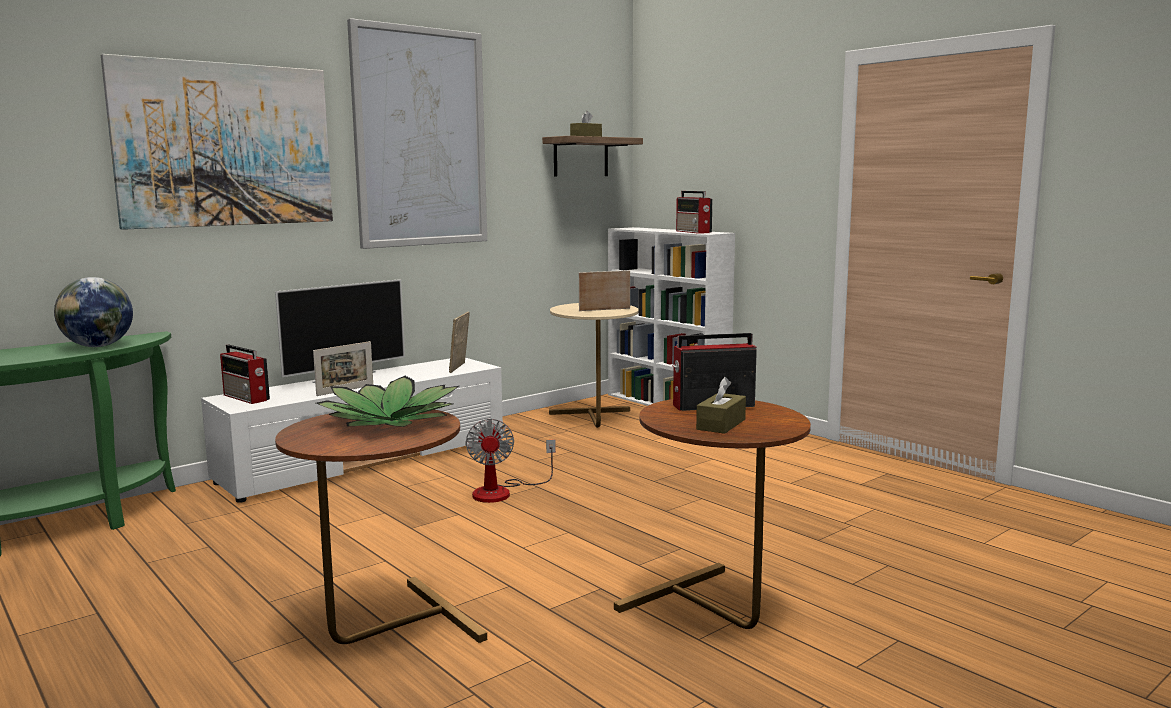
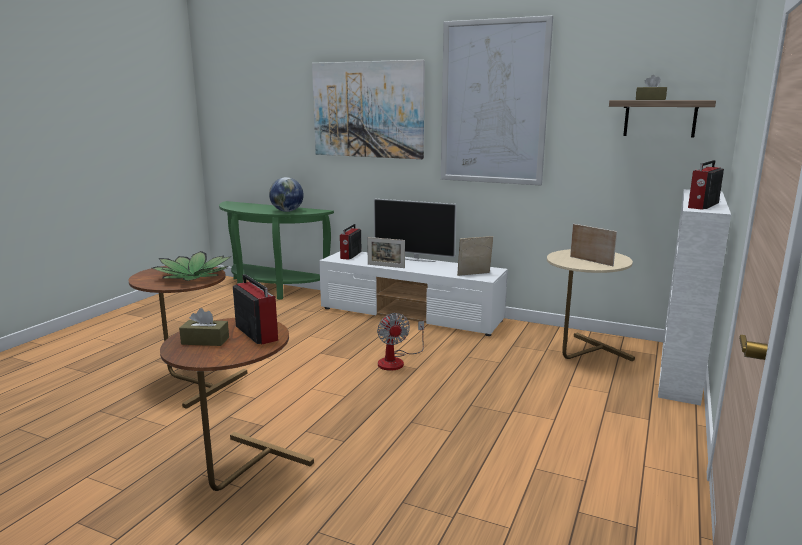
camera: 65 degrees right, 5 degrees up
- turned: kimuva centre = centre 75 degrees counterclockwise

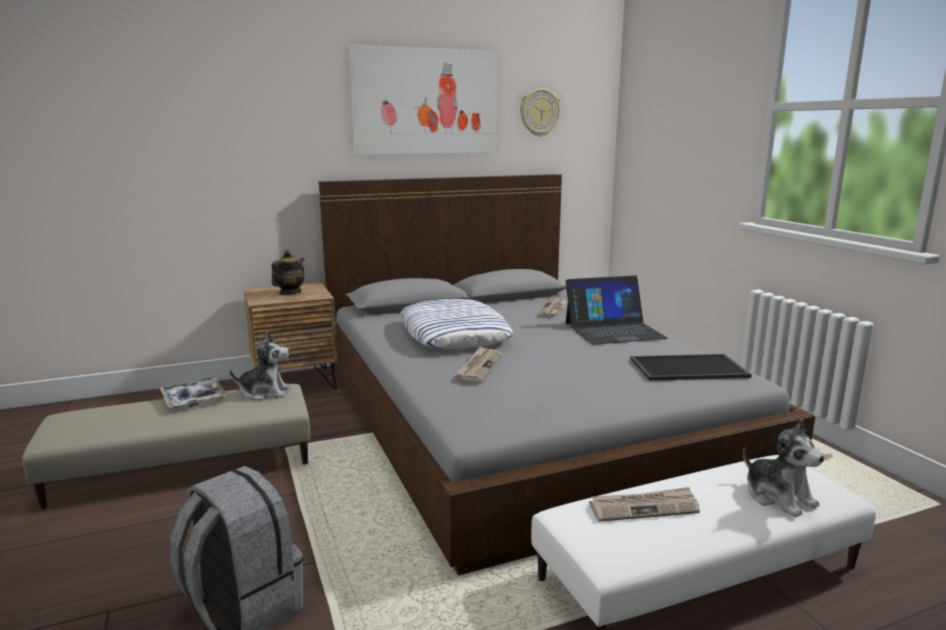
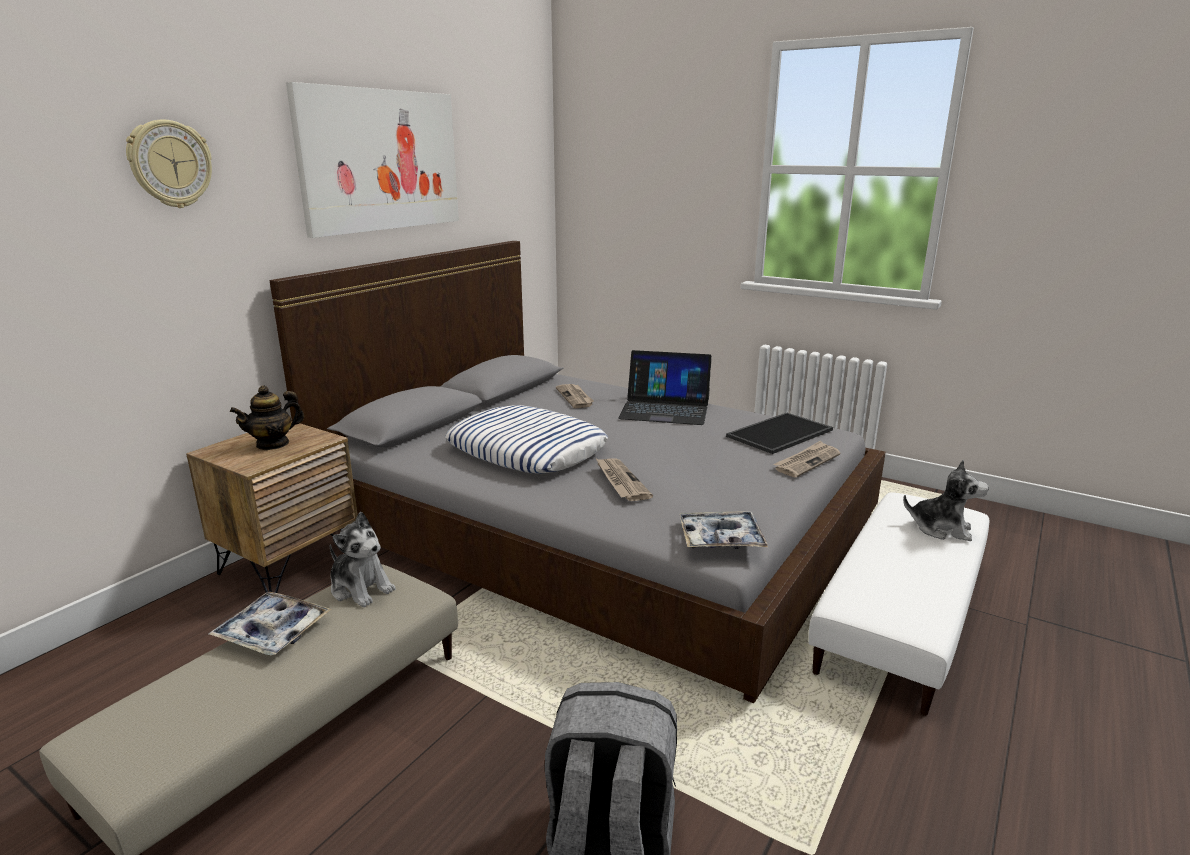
camera: 35 degrees left, 5 degrees up
- moved: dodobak top centre to top left
- turned: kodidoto middle left = middle left 120 degrees counterclockwise
- turned: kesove (1st from left) middle left = middle left 75 degrees clockwise
- turned: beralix centre = centre 60 degrees clockwise
- added: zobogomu (2nd from left) centre
- moved: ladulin (3rd from left) bottom right to middle right

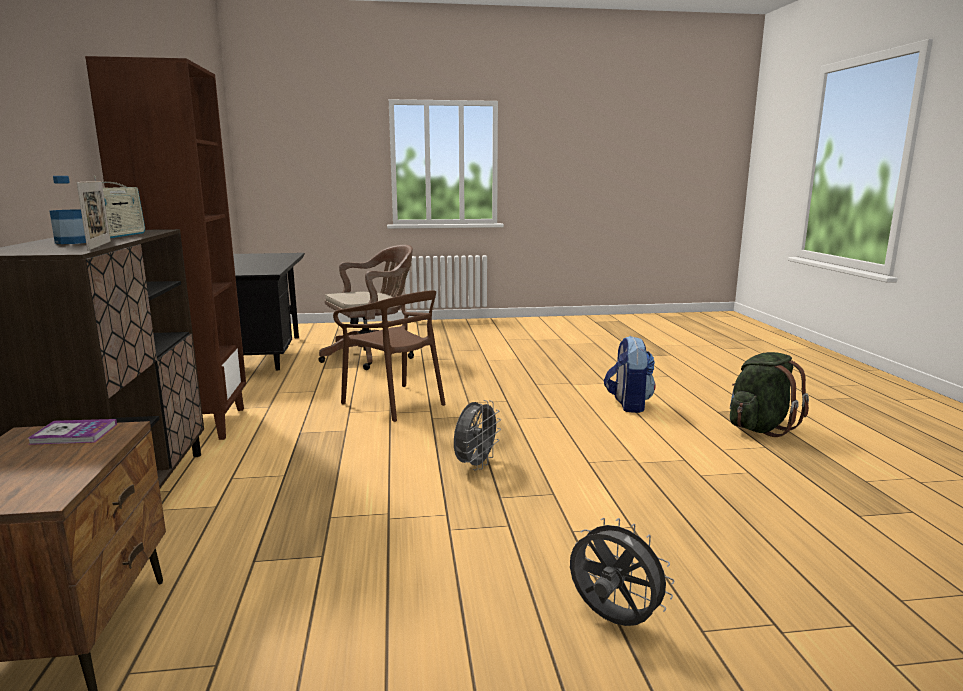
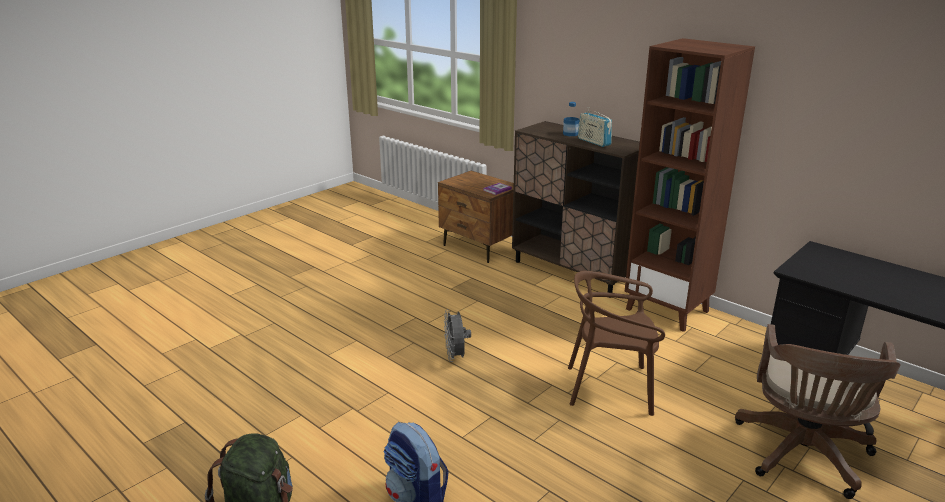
camera: 140 degrees right, 10 degrees up
- removed: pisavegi top left
- removed: grey kimuva (2nd from left) bottom centre

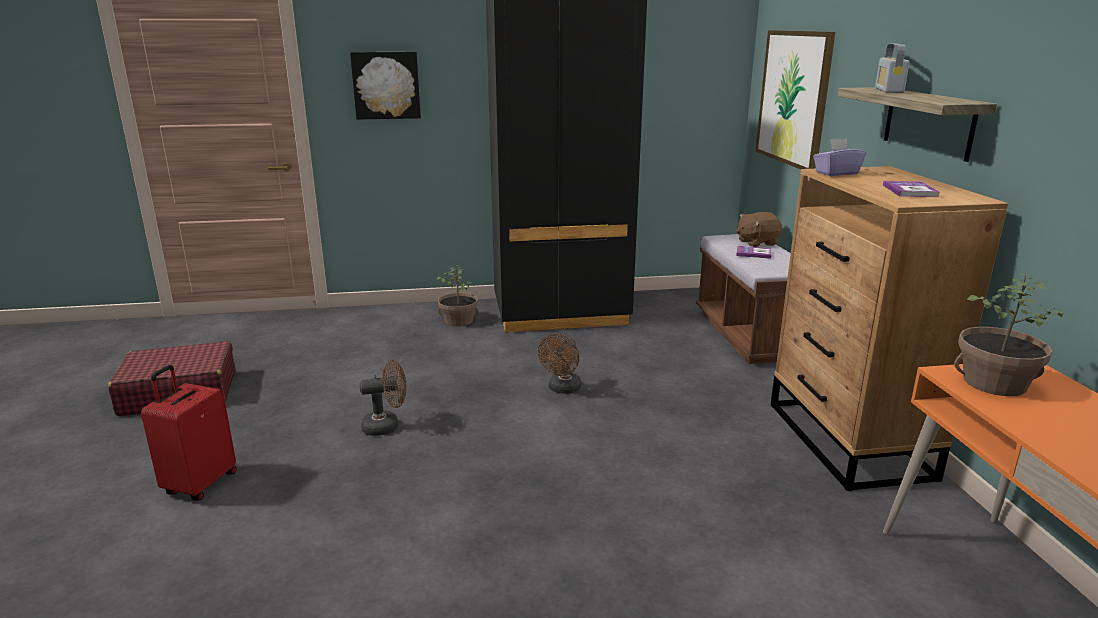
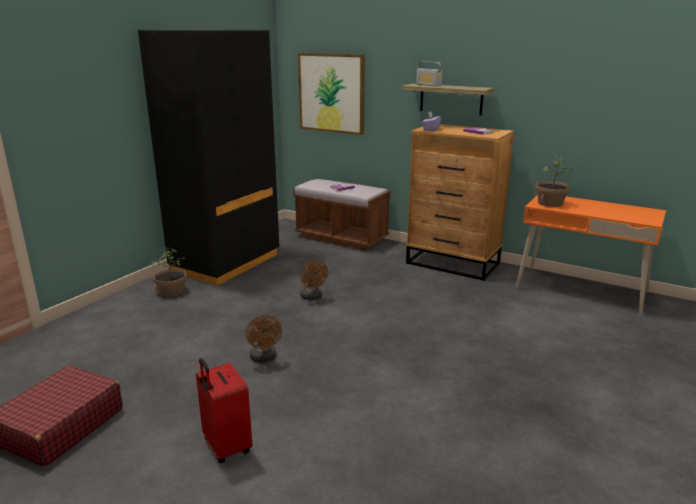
camera: 50 degrees left, 0 degrees up
- turned: brown kimuva (1st from left) centre = bottom centre 135 degrees clockwise
- removed: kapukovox (1st from left) top centre
- removed: brown kesove middle right

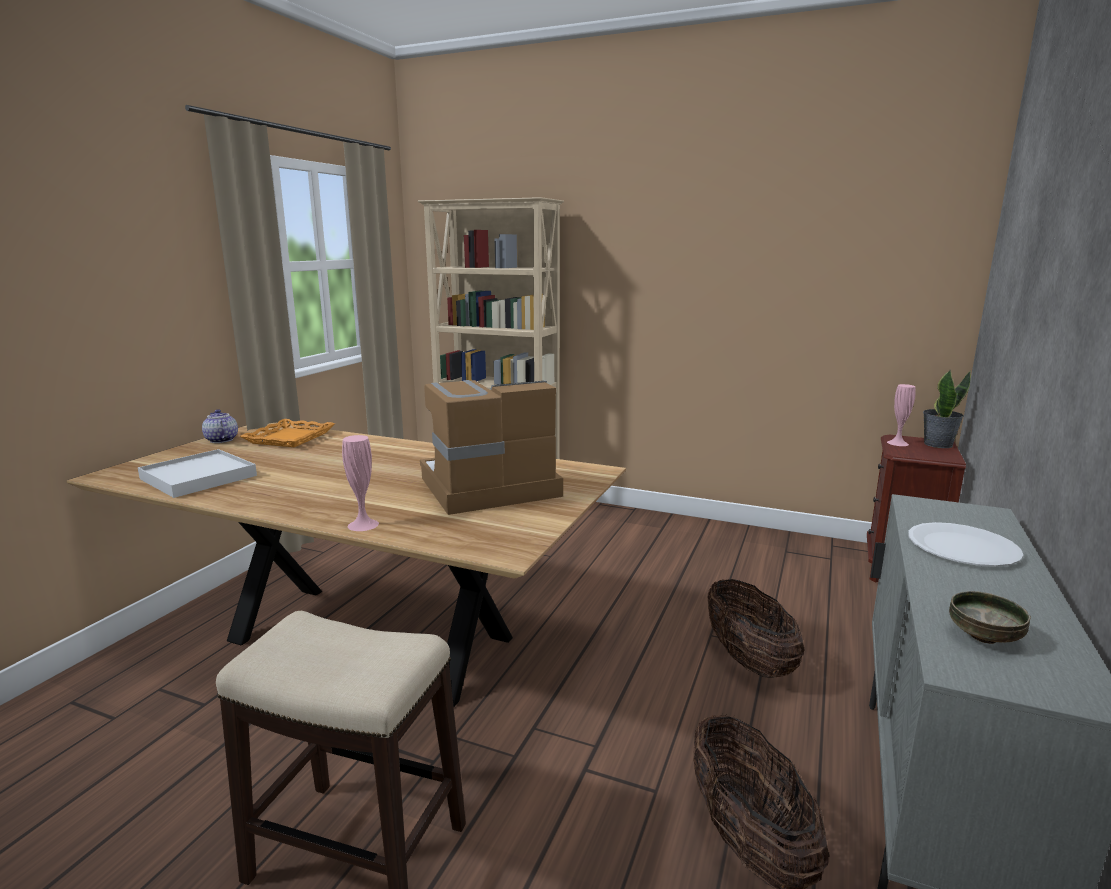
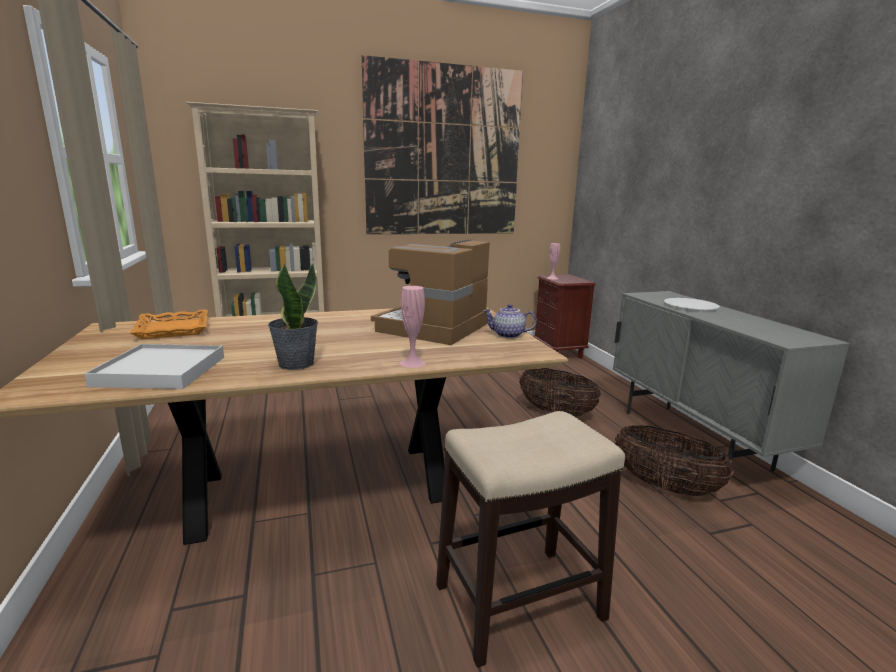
camera: 40 degrees left, 0 degrees up
- moved: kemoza middle right to middle left
- added: kapukovox top centre
- moved: kodidoto middle left to centre
- removed: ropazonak bottom right

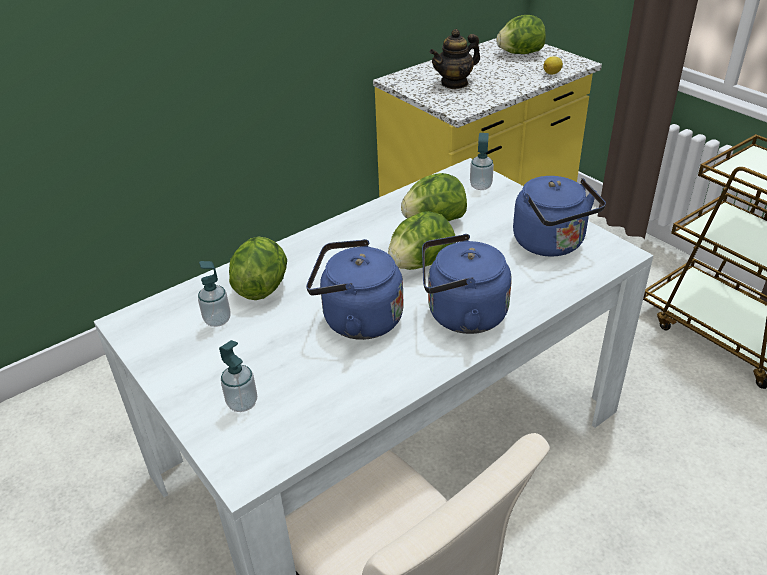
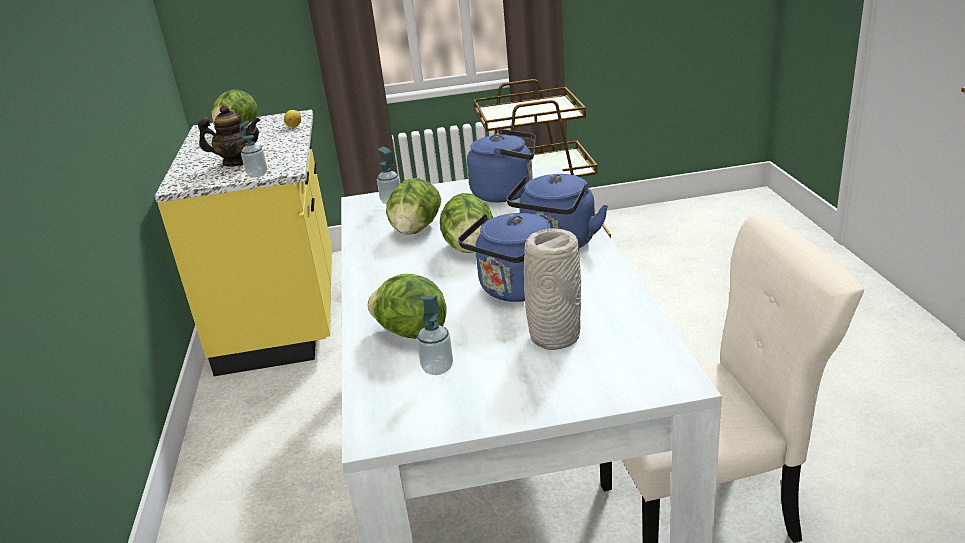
camera: 60 degrees left, 10 degrees down
- turned: kodidoto top centre = top left 90 degrees counterclockwise
- moved: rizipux (2nd from left in the first image) middle left to rizipux (1st from left) top left
- added: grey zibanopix centre

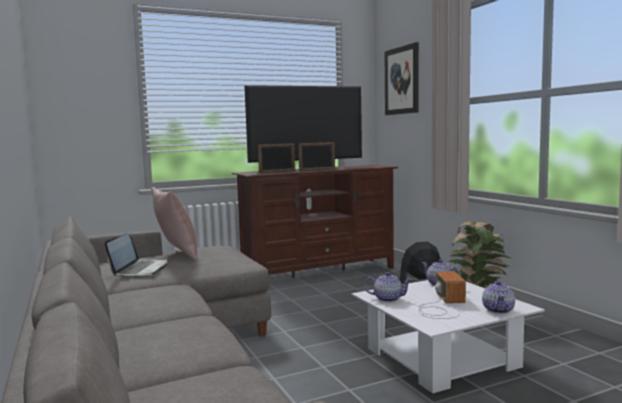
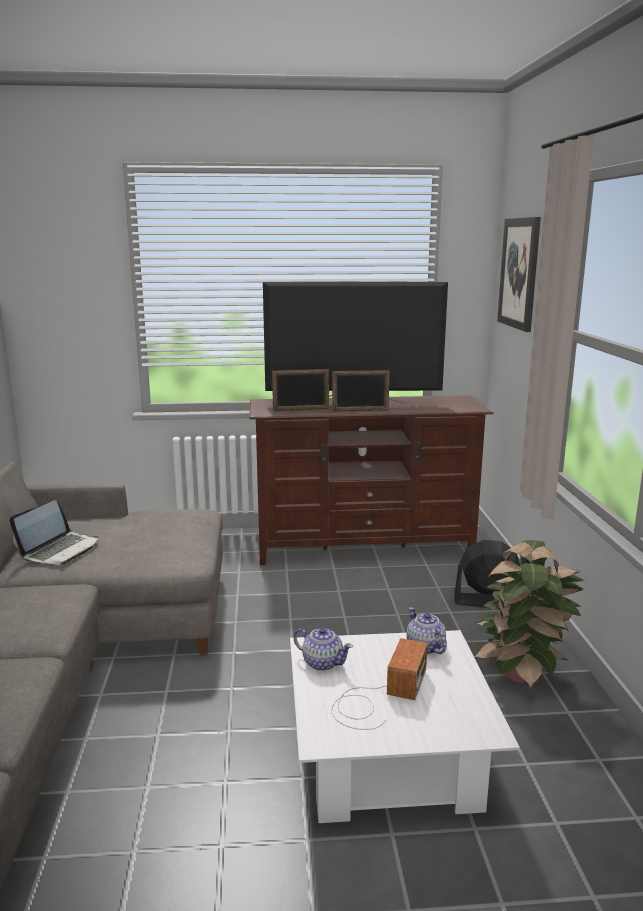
camera: 20 degrees right, 10 degrees up
- removed: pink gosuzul middle left
- removed: kodidoto (3rd from left) bottom right

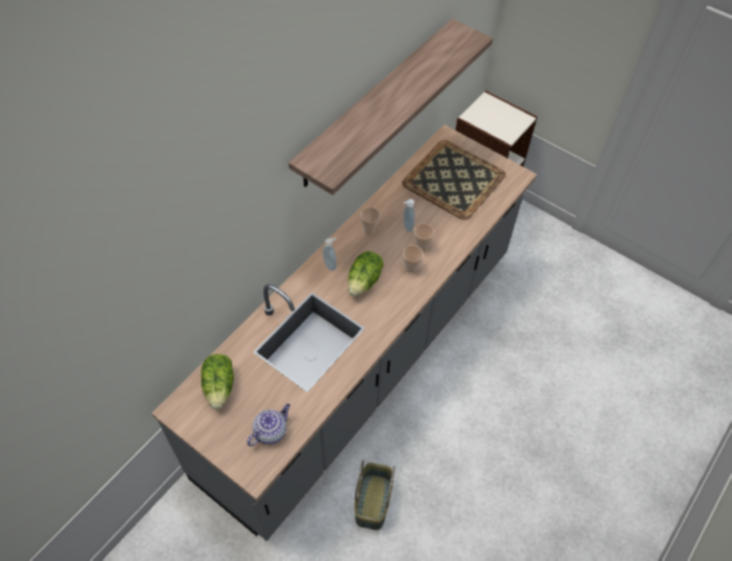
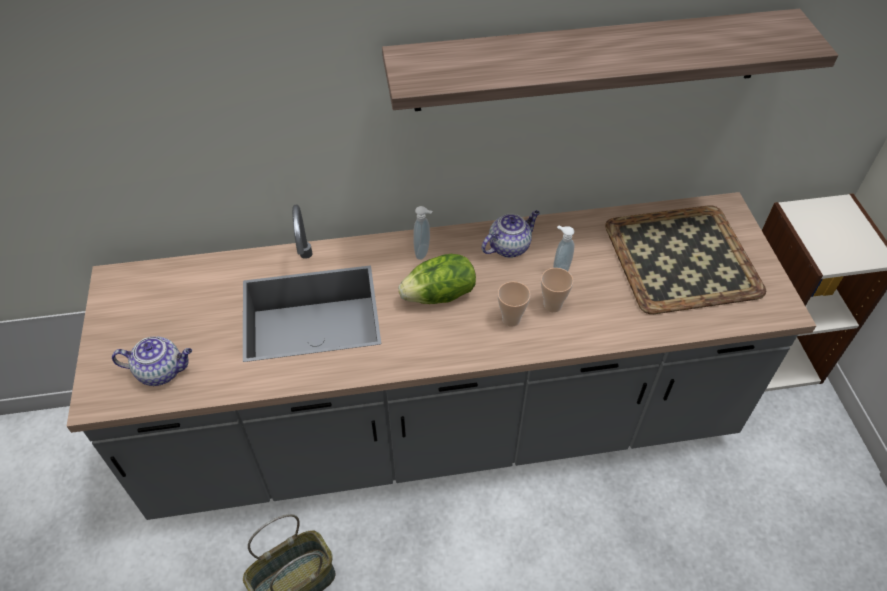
camera: 45 degrees right, 5 degrees down
- replaced: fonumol (1st from left) centre to kodidoto (2nd from left) centre
- removed: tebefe (1st from left) bottom left

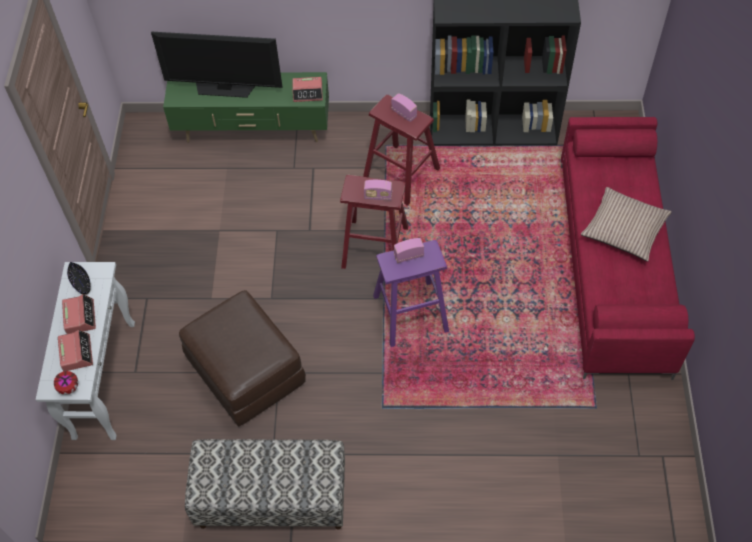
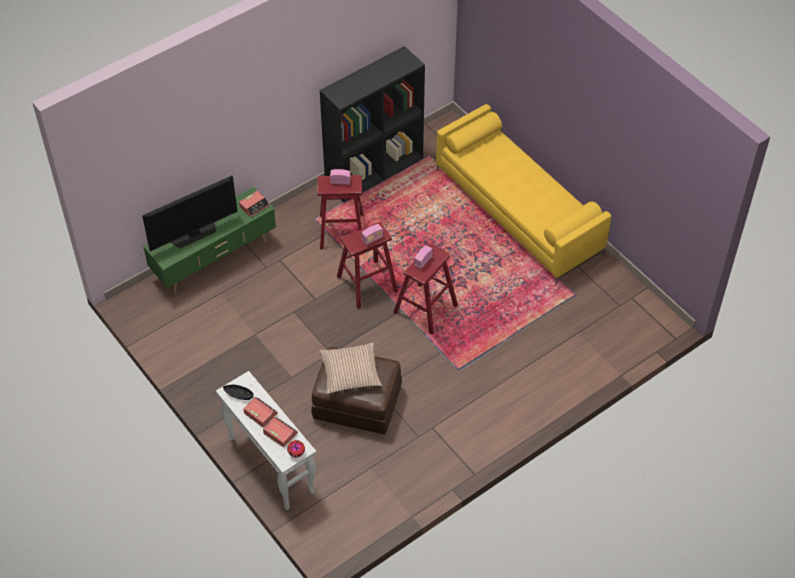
camera: 40 degrees left, 5 degrees down
- moved: gosuzul middle right to centre
- recoloured: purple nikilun centre to red nikilun (3rd from left) centre
- recoloured: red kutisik middle right to yellow kutisik centre
- removed: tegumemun bottom centre

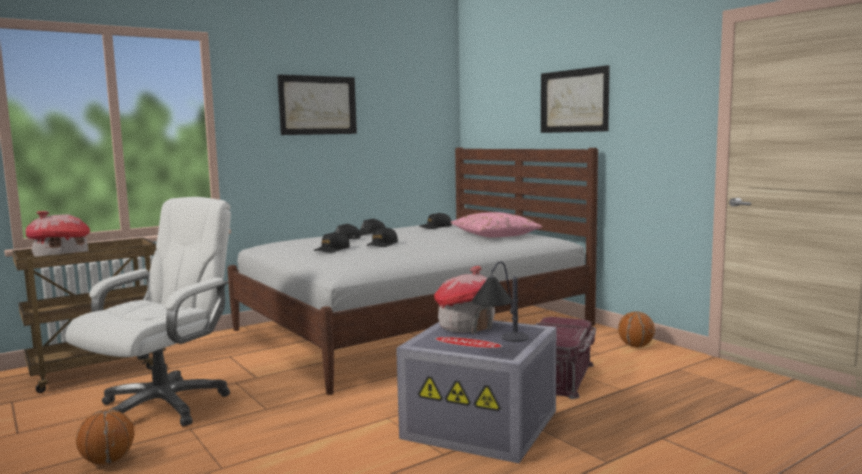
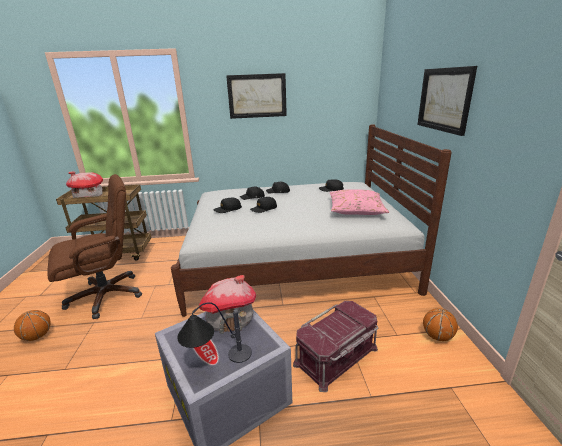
camera: 30 degrees right, 15 degrees up
- recoloured: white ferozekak middle left to brown ferozekak middle left

